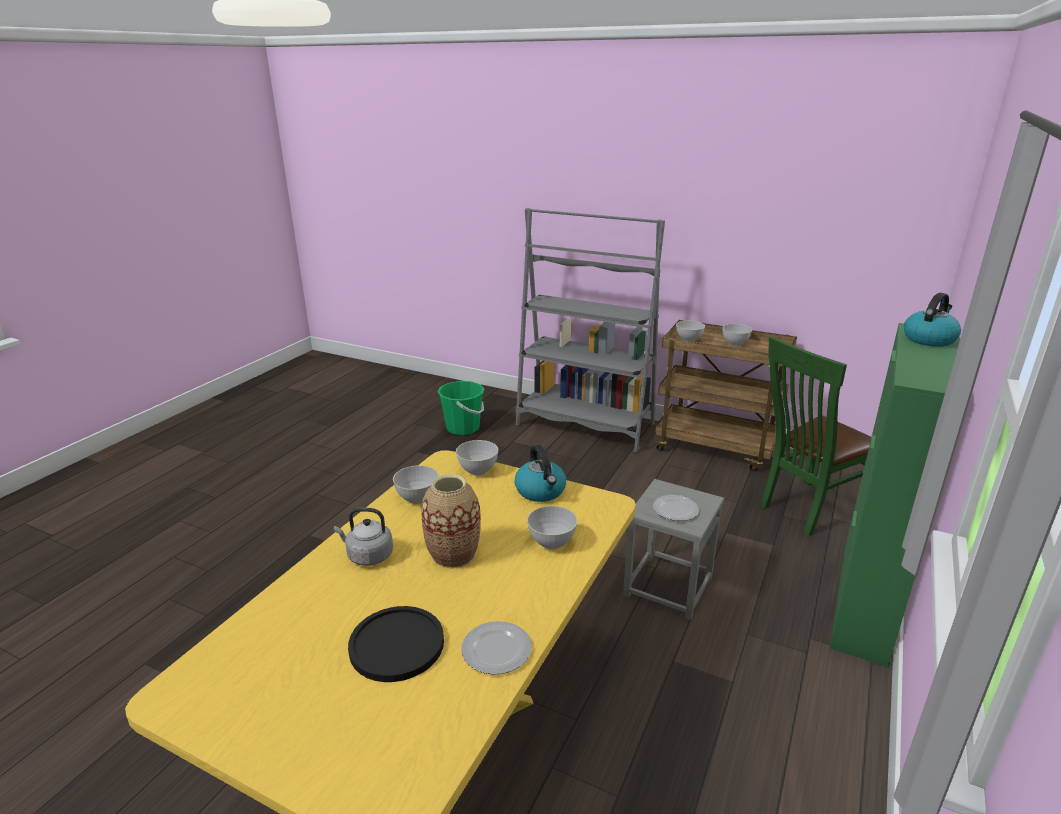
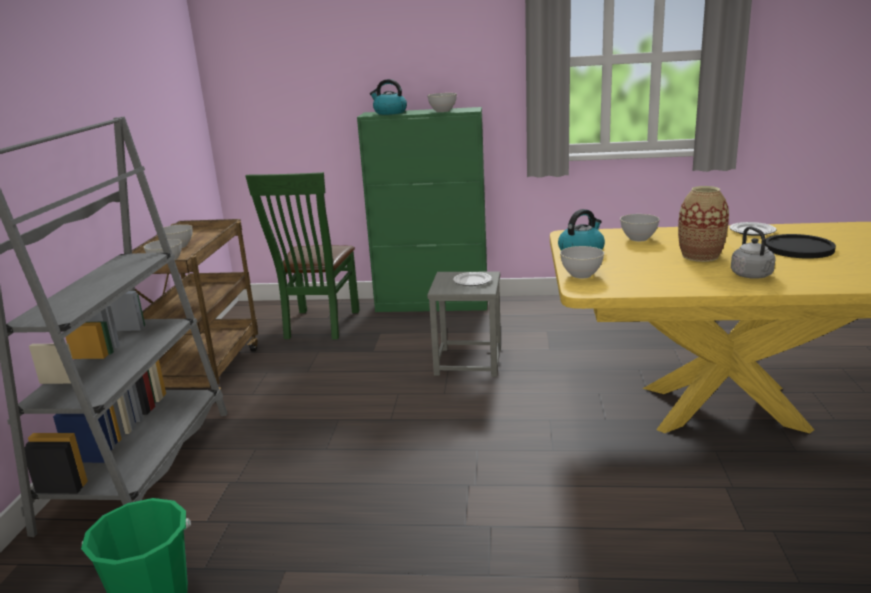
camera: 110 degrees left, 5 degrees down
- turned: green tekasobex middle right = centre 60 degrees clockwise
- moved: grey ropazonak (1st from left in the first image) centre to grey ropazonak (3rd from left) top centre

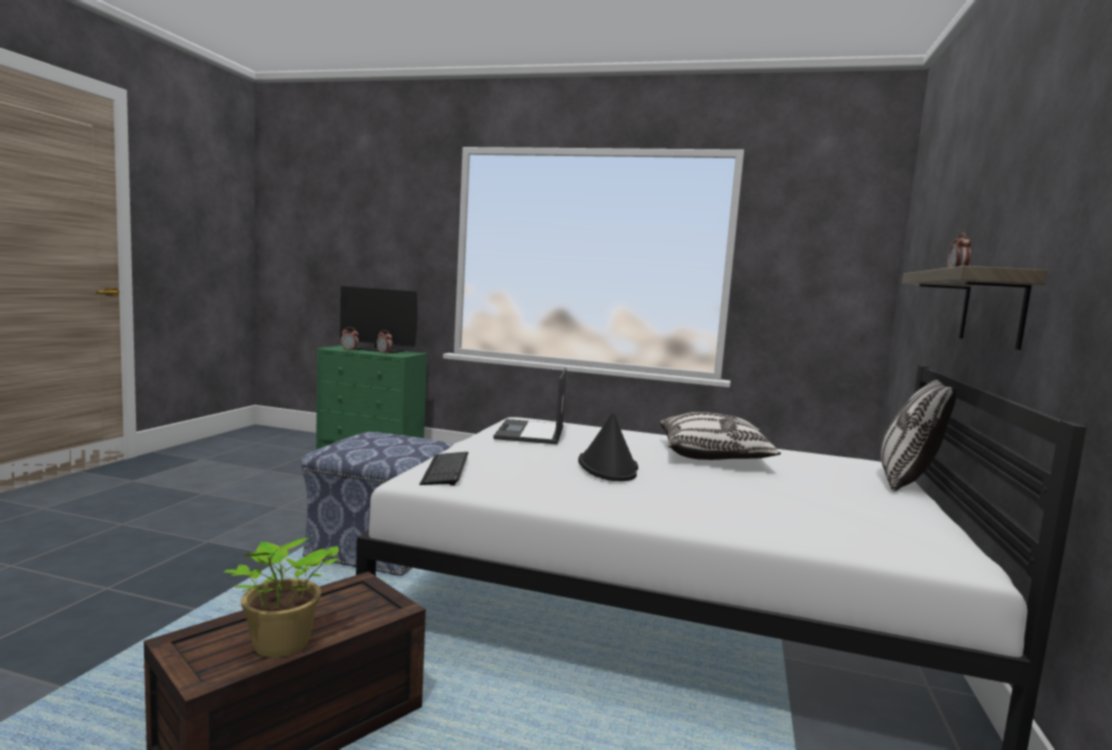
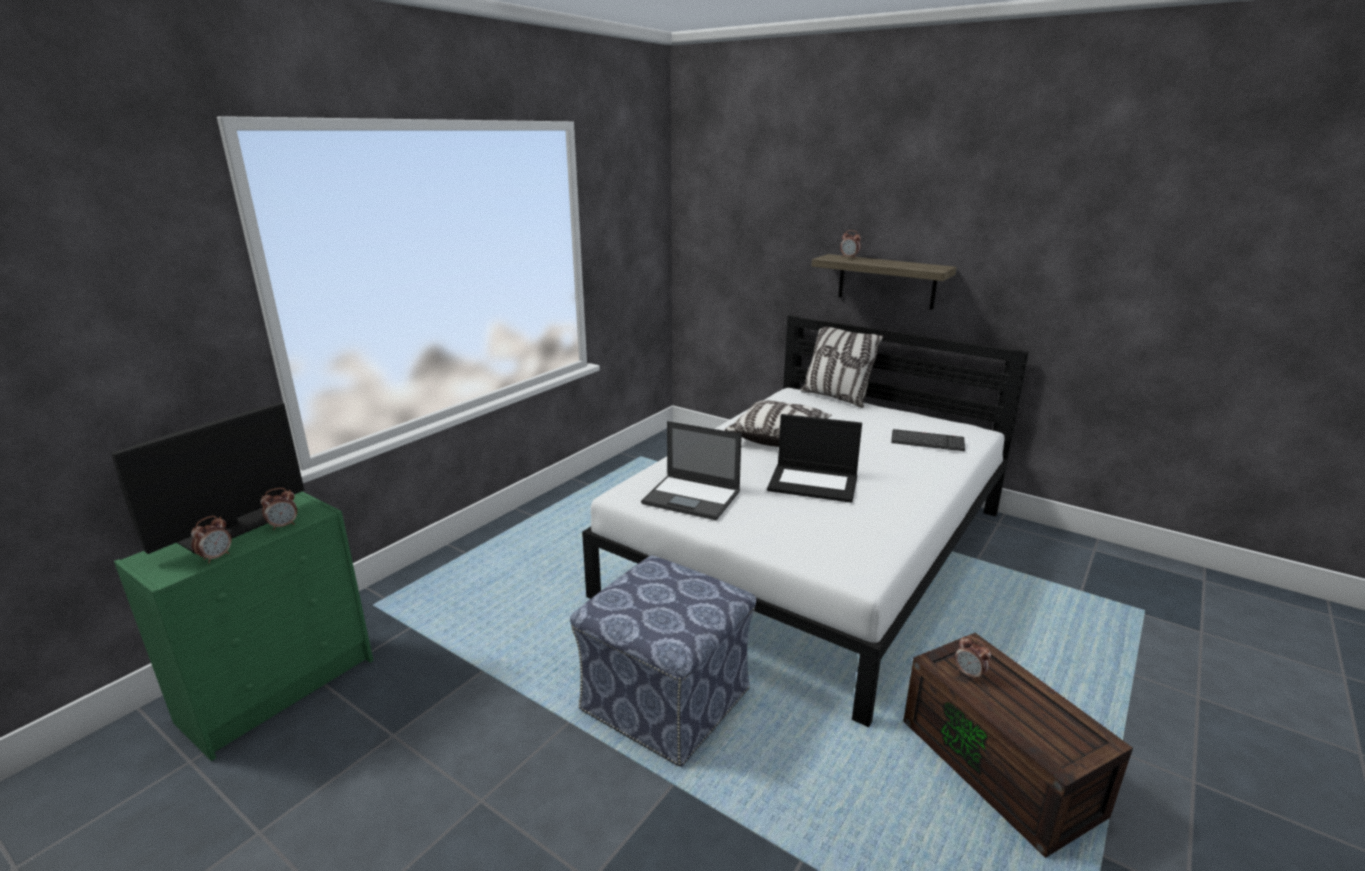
camera: 70 degrees left, 15 degrees up
- replaced: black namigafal centre to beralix (2nd from left) centre
- moved: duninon centre to middle right
- added: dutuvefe (4th from left) bottom right
- removed: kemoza bottom left

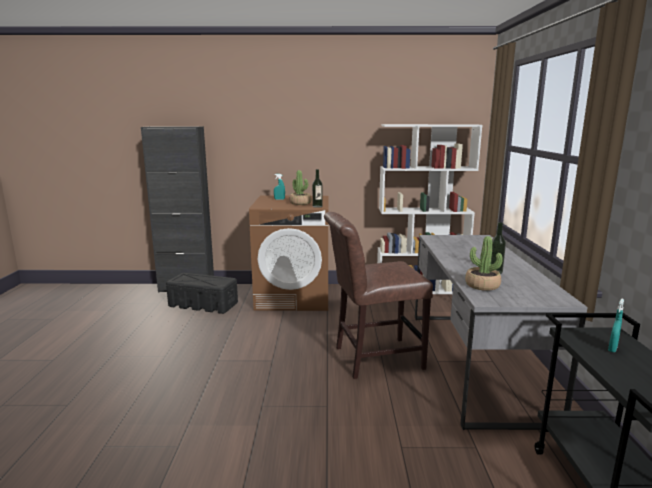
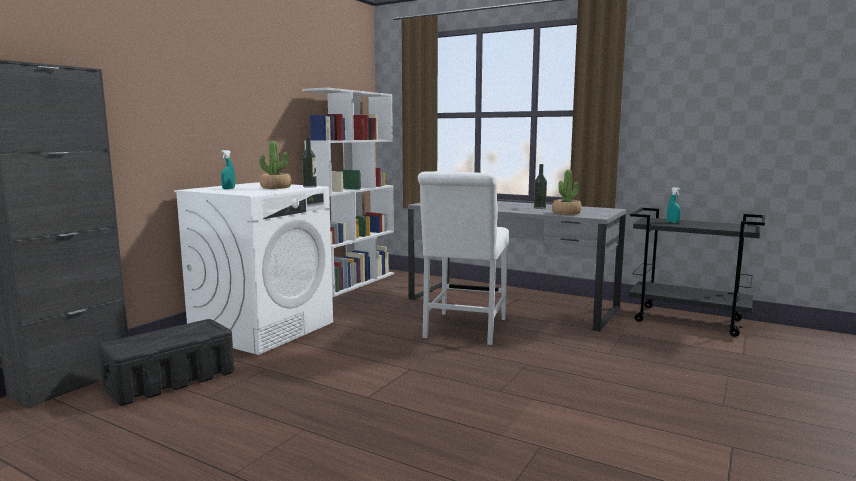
camera: 60 degrees left, 5 degrees down
- recoloured: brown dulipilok centre to white dulipilok middle left
- recoloured: brown tekasobex centre to white tekasobex centre

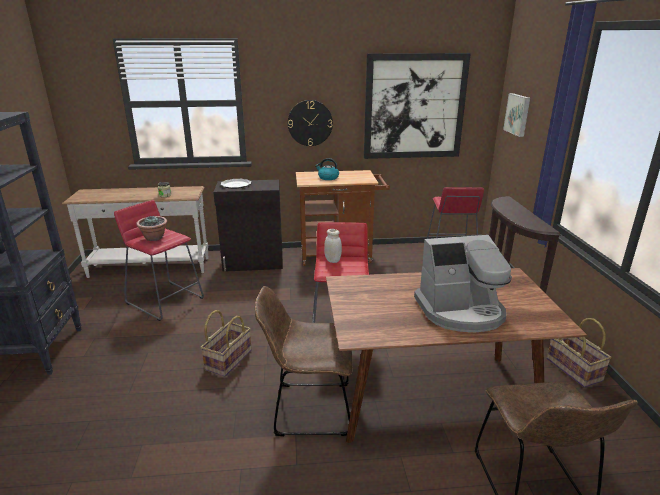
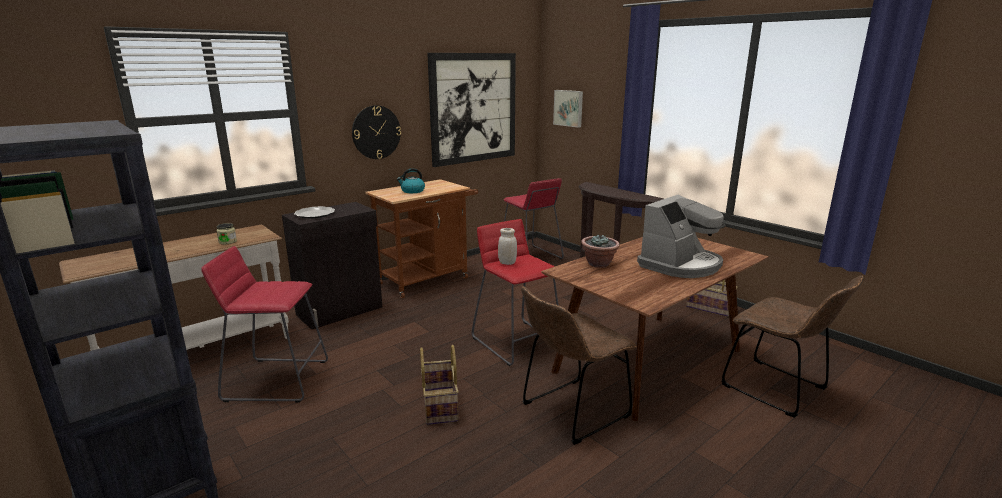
camera: 35 degrees left, 5 degrees down
- moved: kemoza middle left to centre

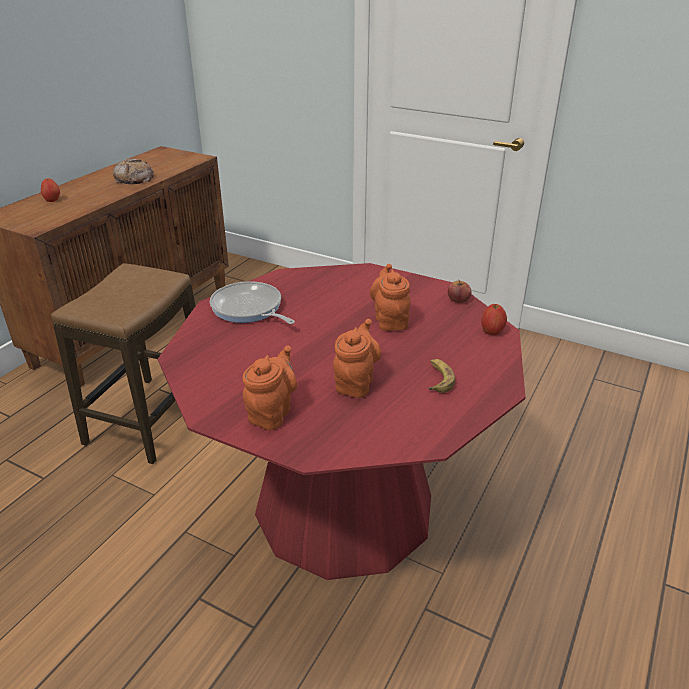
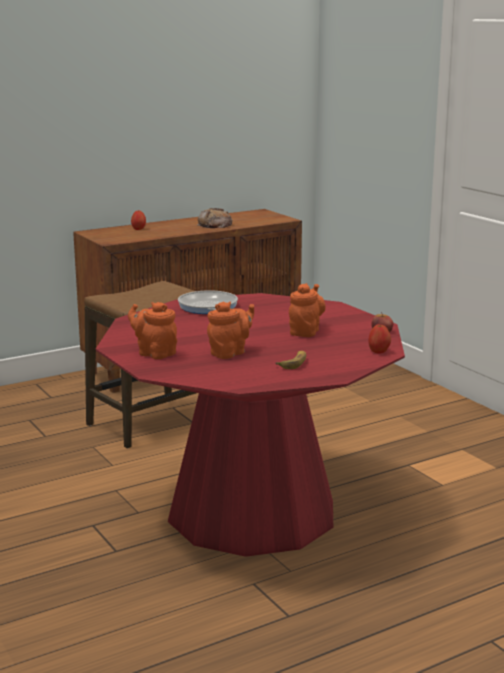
camera: 30 degrees right, 15 degrees down
- turned: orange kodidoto (1st from left) centre = middle left 105 degrees counterclockwise

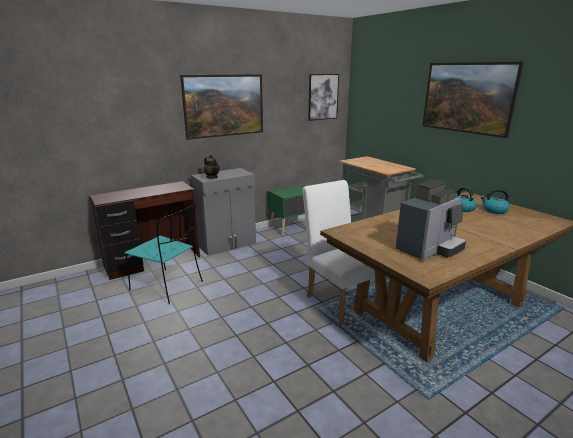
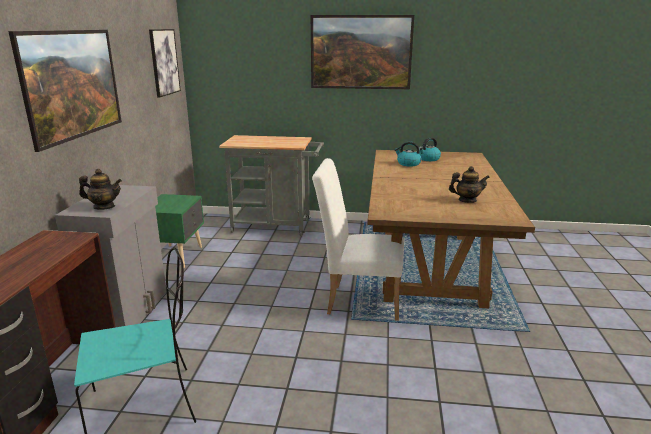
camera: 50 degrees left, 0 degrees up
- replaced: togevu middle right to kodidoto (2nd from left) middle right

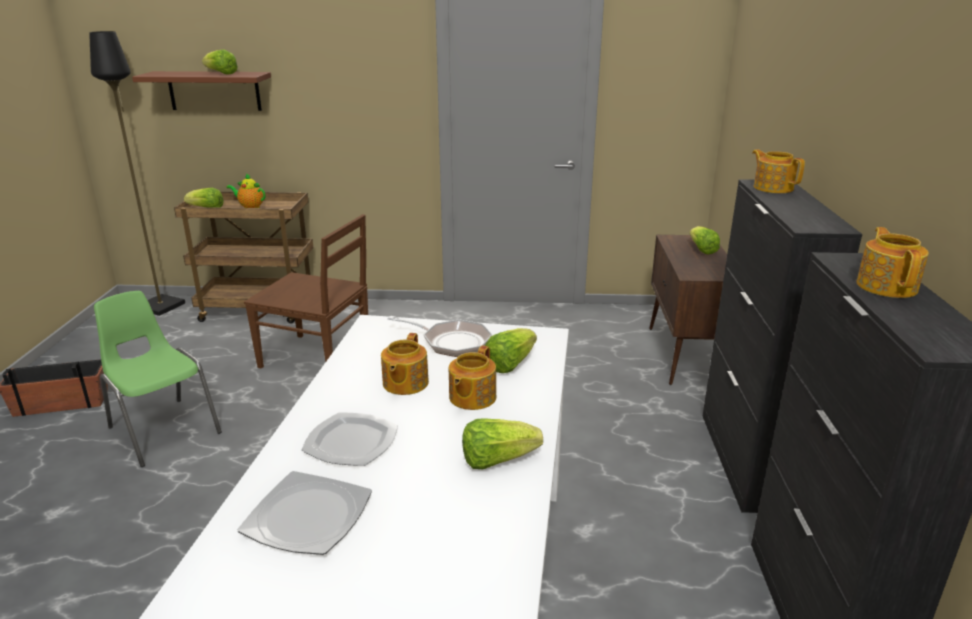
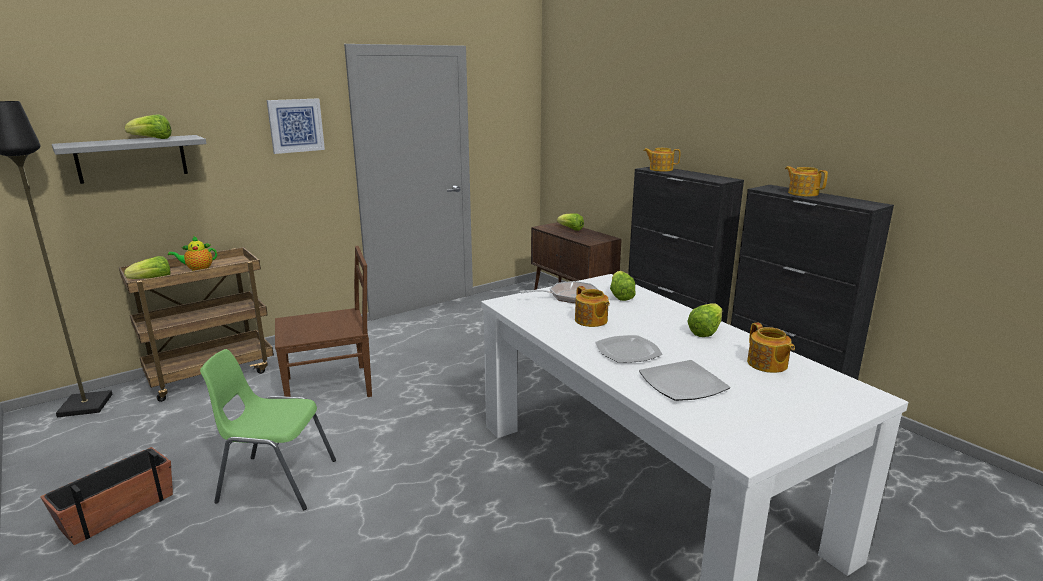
camera: 40 degrees left, 5 degrees down
- recoloured: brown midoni top left to grey midoni top left
- added: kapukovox top left
- moved: kodidoto (3rd from left in the first image) centre to kodidoto (4th from left) middle right

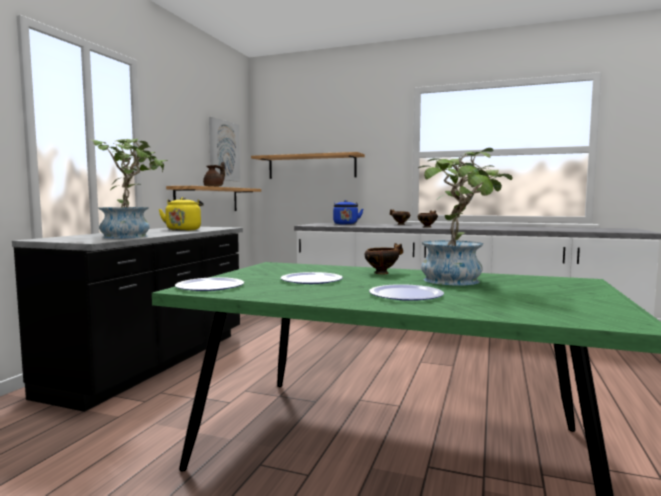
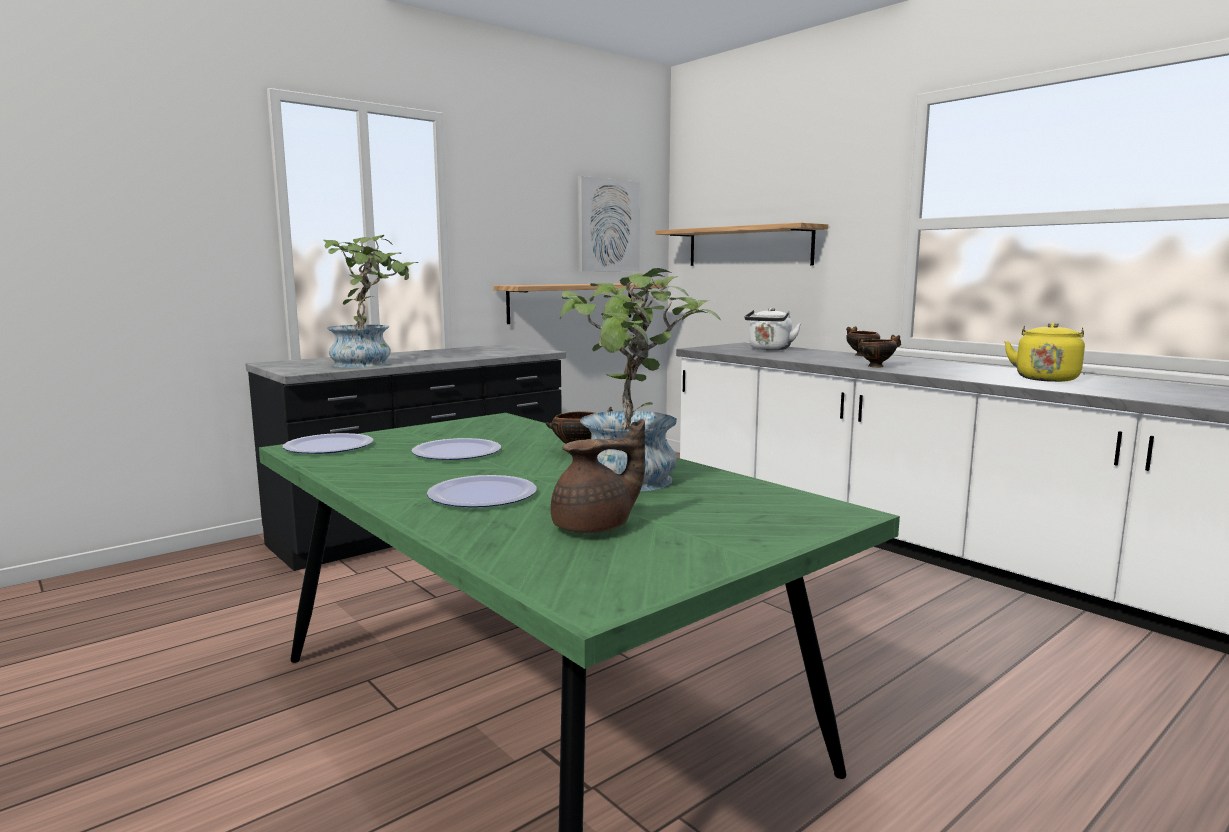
camera: 30 degrees right, 5 degrees up
- moved: brown kodidoto middle left to centre
- recoloured: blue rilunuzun centre to white rilunuzun centre
- moved: yellow rilunuzun middle left to middle right

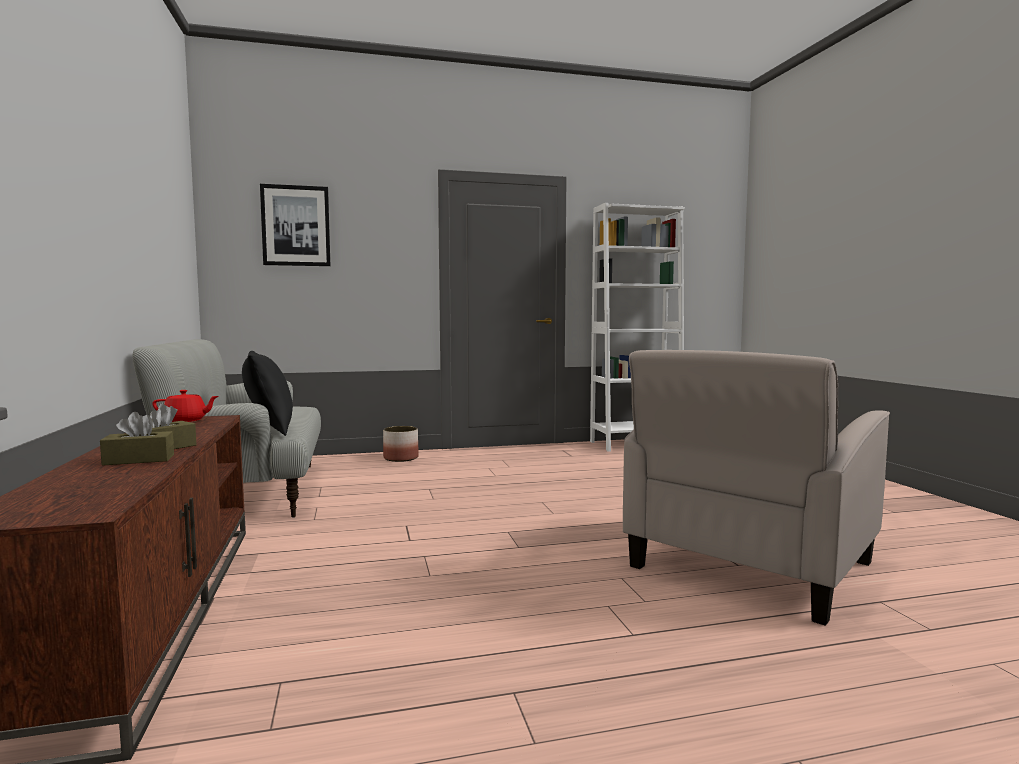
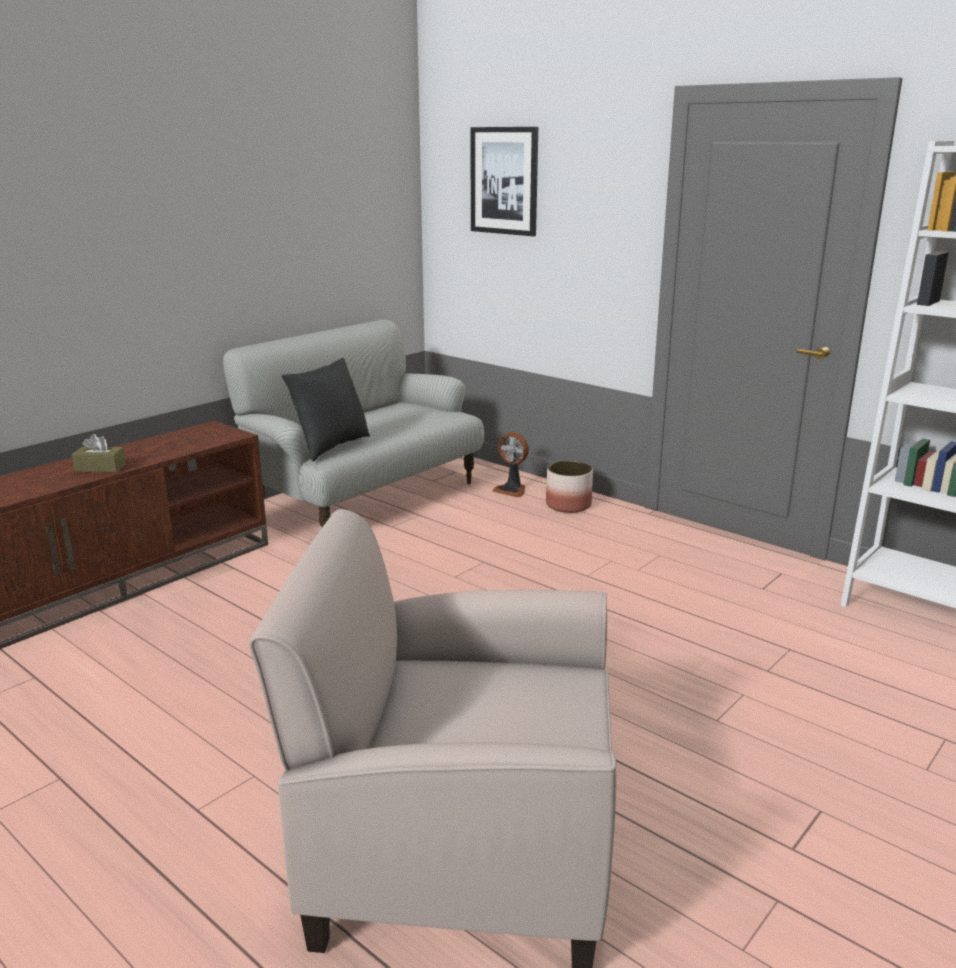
camera: 55 degrees right, 15 degrees up
- added: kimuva centre
- removed: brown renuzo (1st from left) middle left
- removed: red kodidoto middle left

